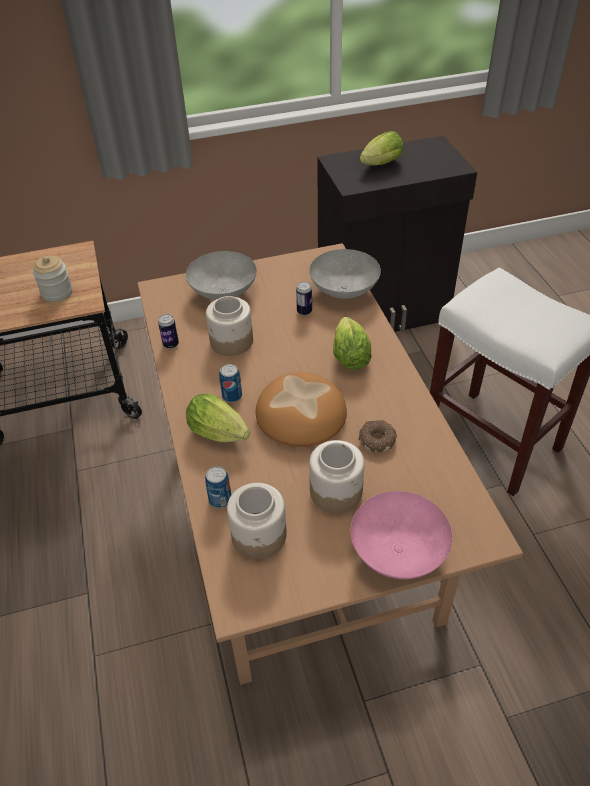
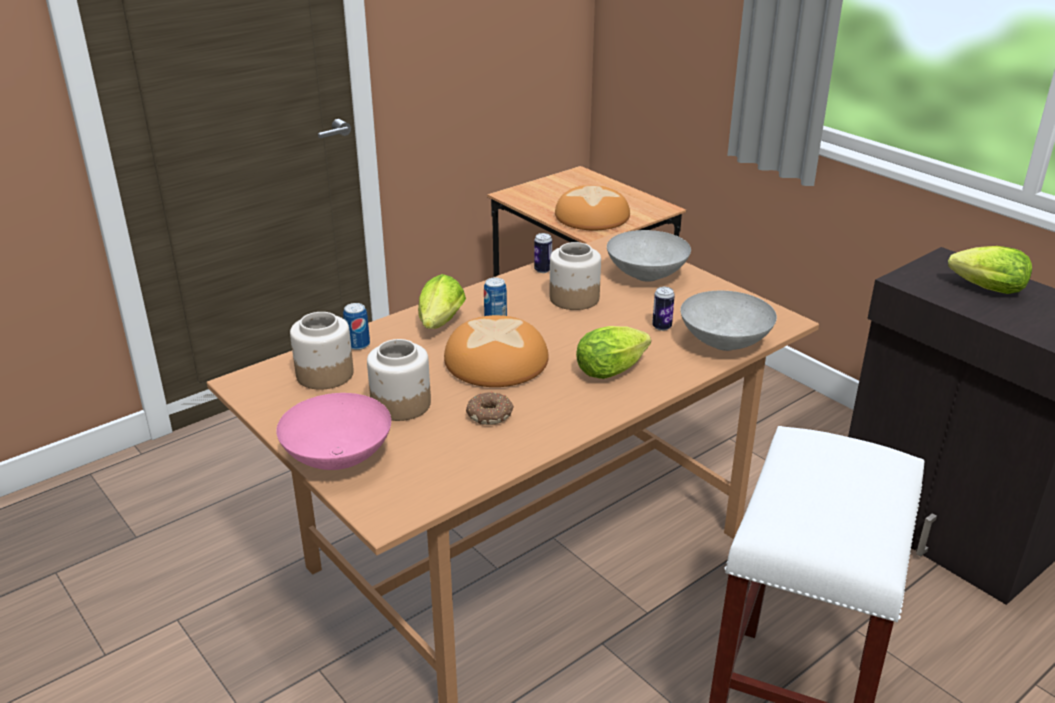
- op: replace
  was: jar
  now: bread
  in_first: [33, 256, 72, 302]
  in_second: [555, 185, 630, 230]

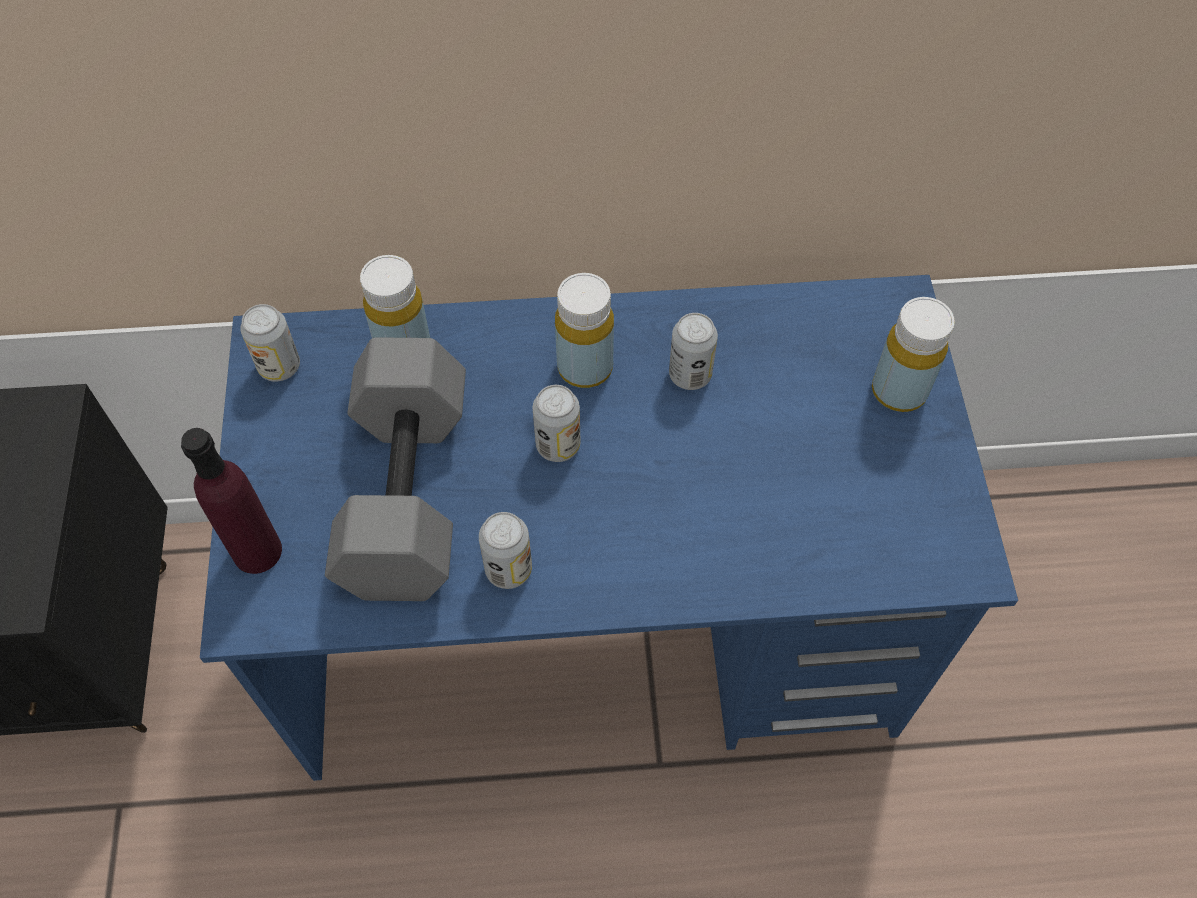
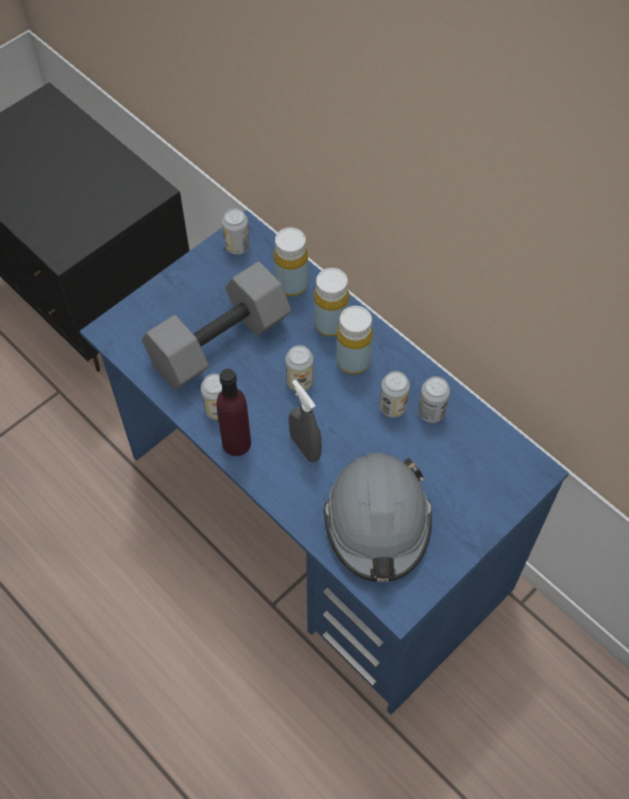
- op: move
  was: bottle (yellow)
  in_first: [872, 297, 954, 412]
  in_second: [314, 268, 349, 336]
- op: move
  was: bottle (purple)
  in_first: [181, 428, 282, 574]
  in_second: [216, 369, 251, 456]
- op: insert
  now: can
  in_second: [418, 376, 450, 423]
- op: insert
  now: spray bottle (grey)
  in_second: [288, 380, 322, 462]
- op: insert
  now: hard hat (grey)
  in_second: [324, 453, 432, 582]

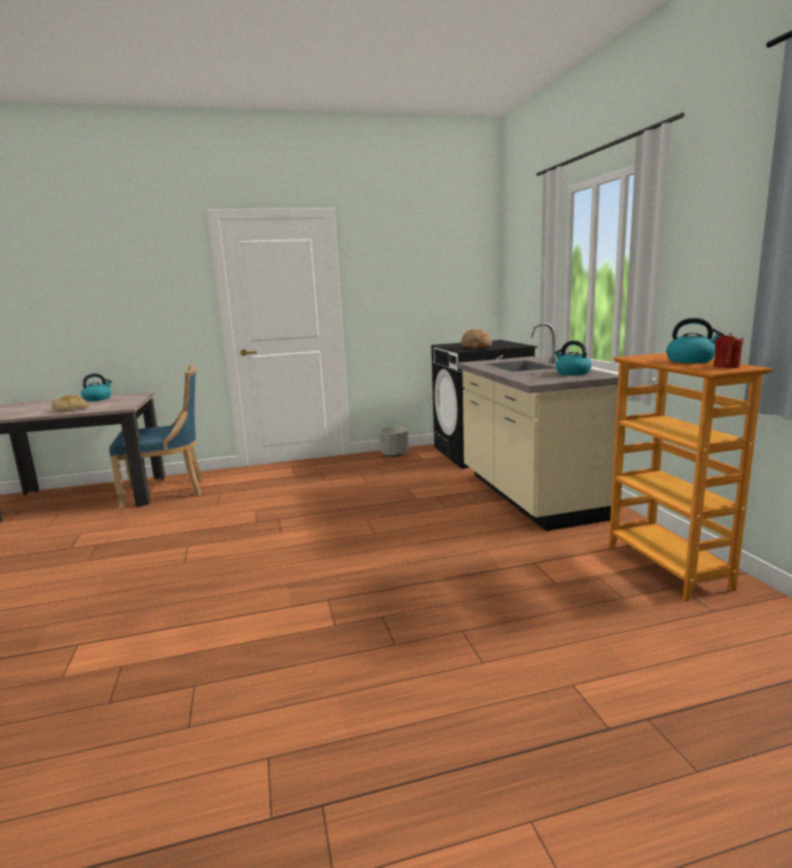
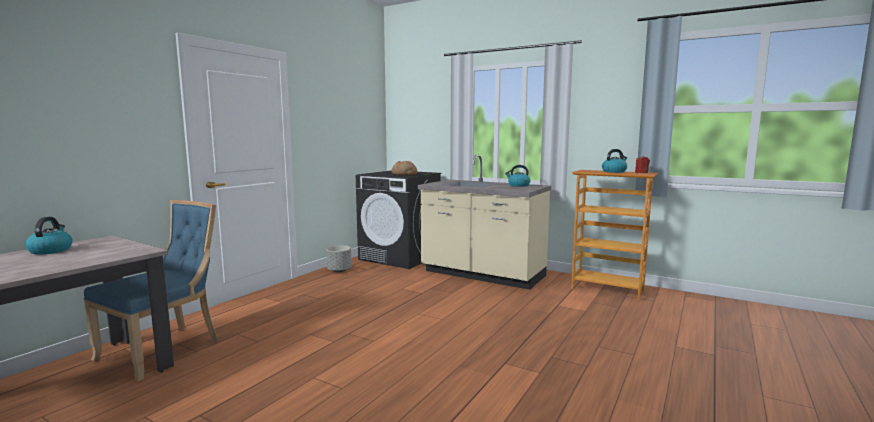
- op: delete
  was: bread
  in_first: [51, 395, 89, 412]

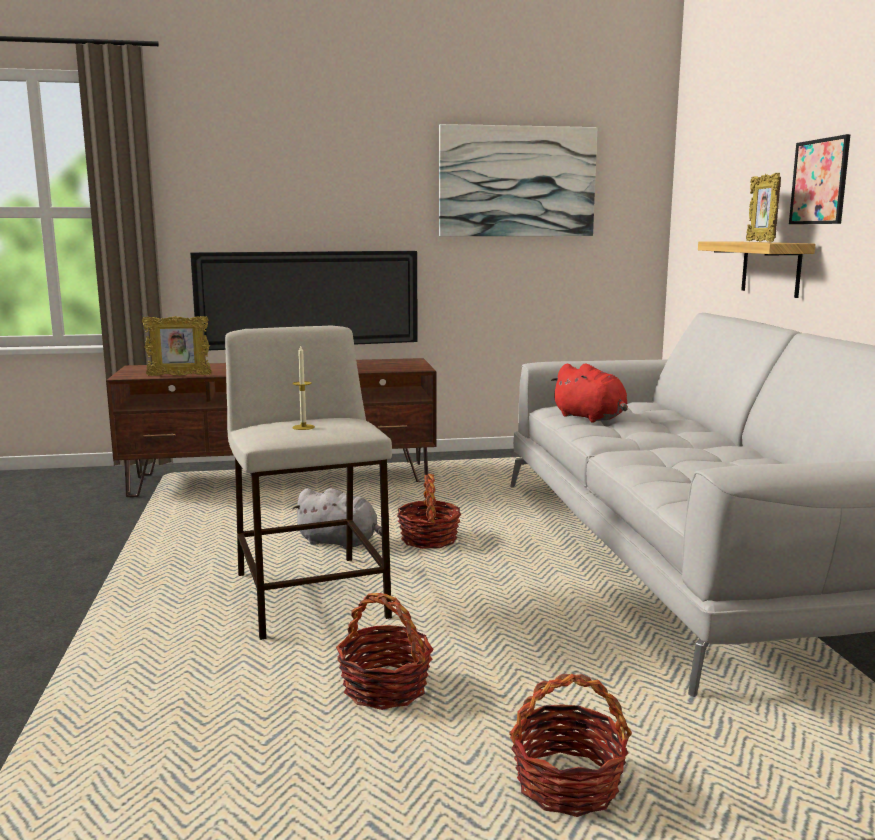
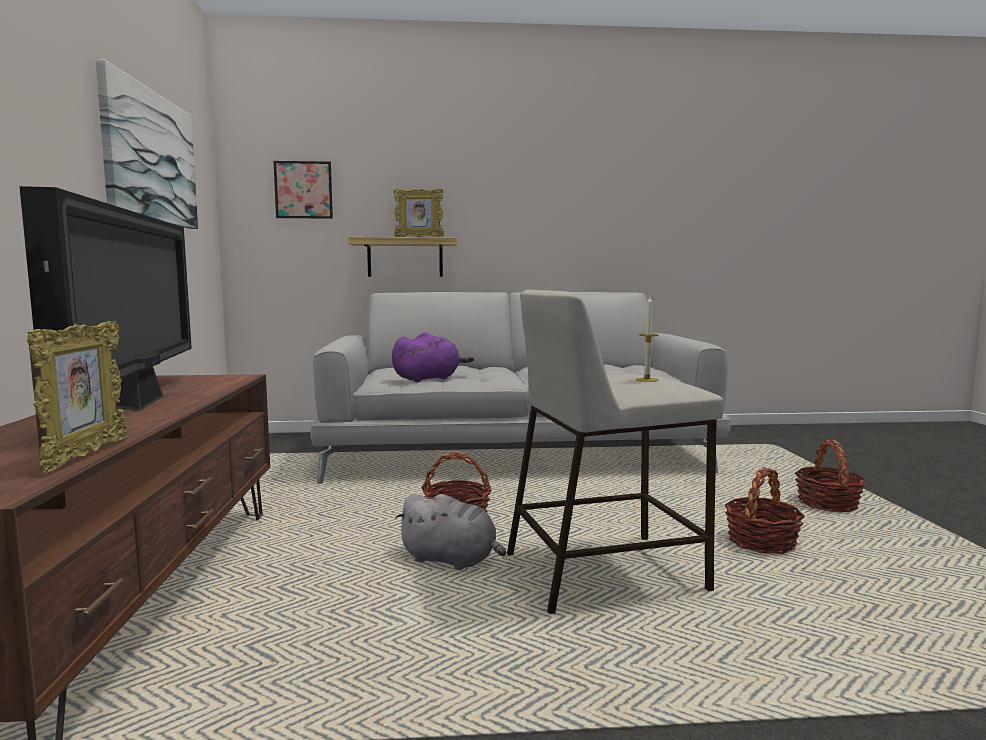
- op: move
  was: picture
  in_first: [789, 134, 851, 224]
  in_second: [274, 161, 333, 219]
- op: recolor
  was: plush toy (red)
  now: plush toy (purple)
  in_first: [550, 363, 628, 423]
  in_second: [392, 332, 474, 382]
- op: rotate
  was: plush toy (grey)
  in_first: [292, 488, 382, 549]
  in_second: [395, 493, 506, 570]
  clockwise: 90

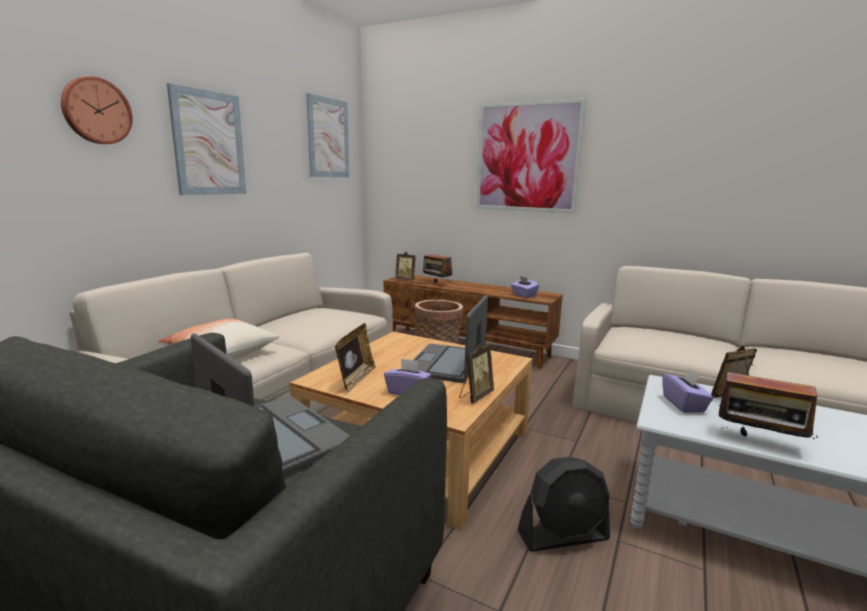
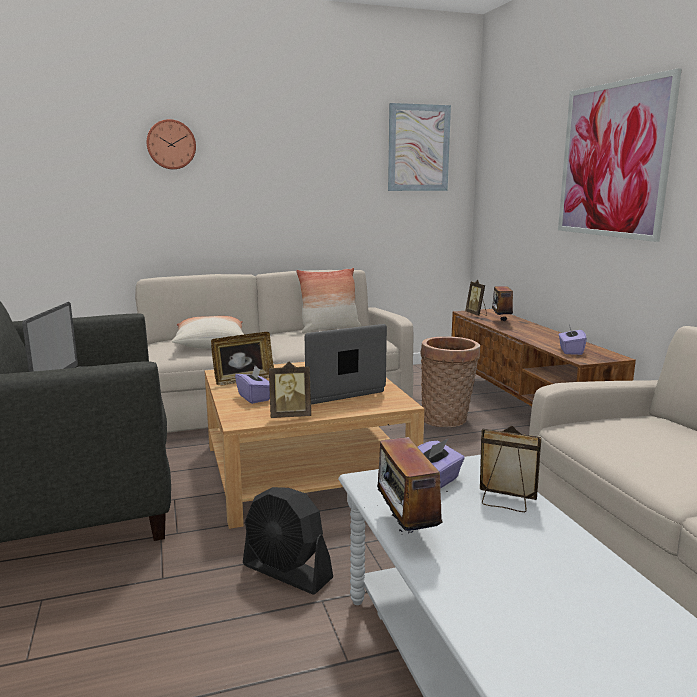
- op: delete
  was: picture
  in_first: [167, 83, 246, 195]
- op: insert
  now: pillow
  in_second: [296, 268, 361, 333]

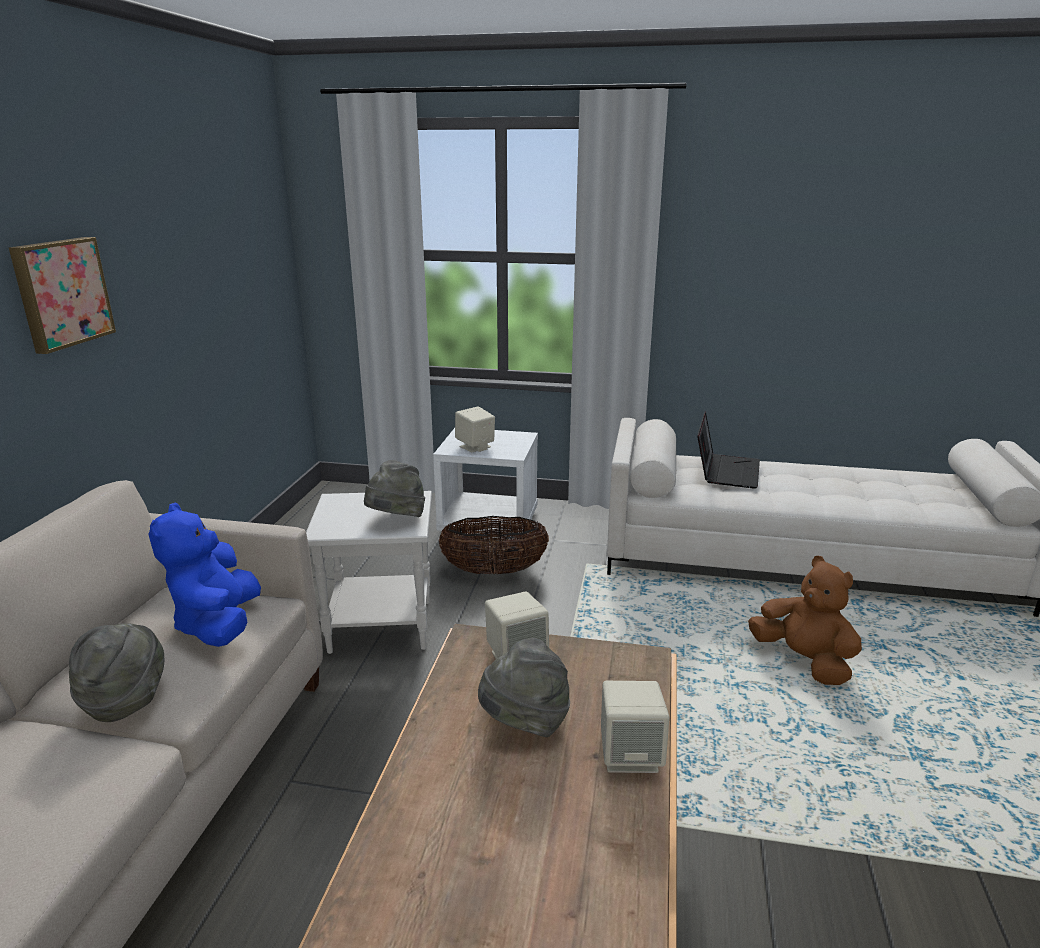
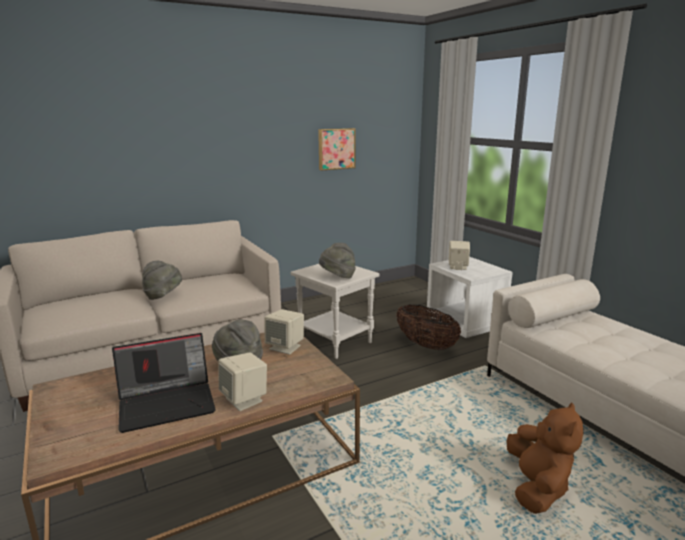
- op: move
  was: picture
  in_first: [9, 237, 116, 354]
  in_second: [318, 128, 356, 171]
- op: move
  was: laptop
  in_first: [697, 412, 760, 489]
  in_second: [112, 333, 216, 433]
- op: delete
  was: plush toy (blue)
  in_first: [149, 502, 261, 647]

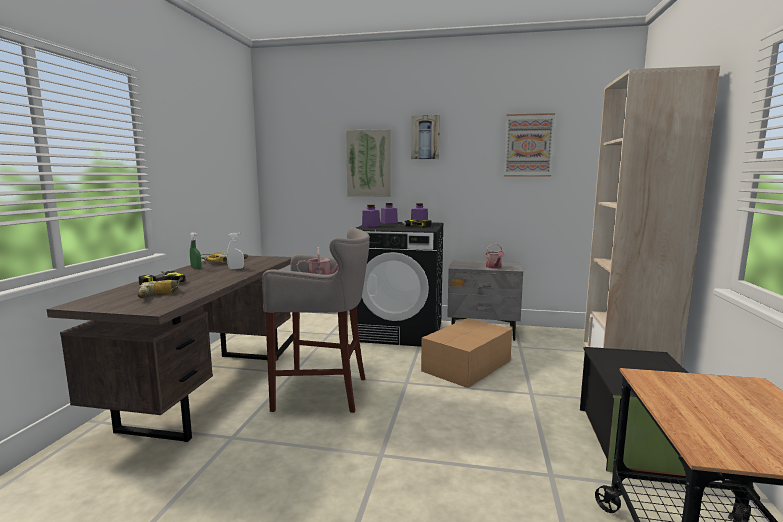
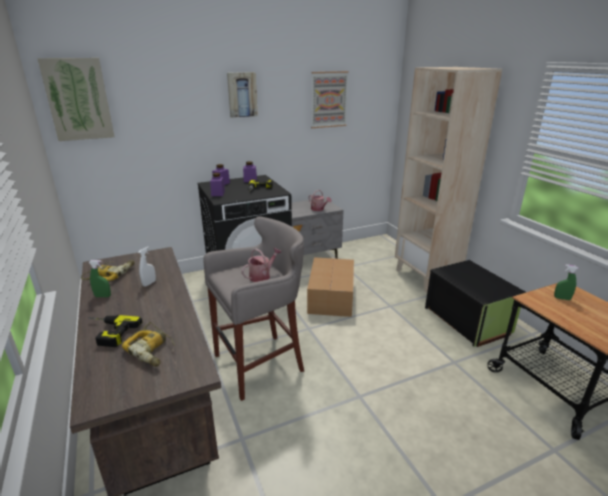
- op: move
  was: picture
  in_first: [346, 129, 391, 197]
  in_second: [37, 58, 115, 141]
- op: insert
  now: spray bottle (green)
  in_second: [554, 264, 579, 300]

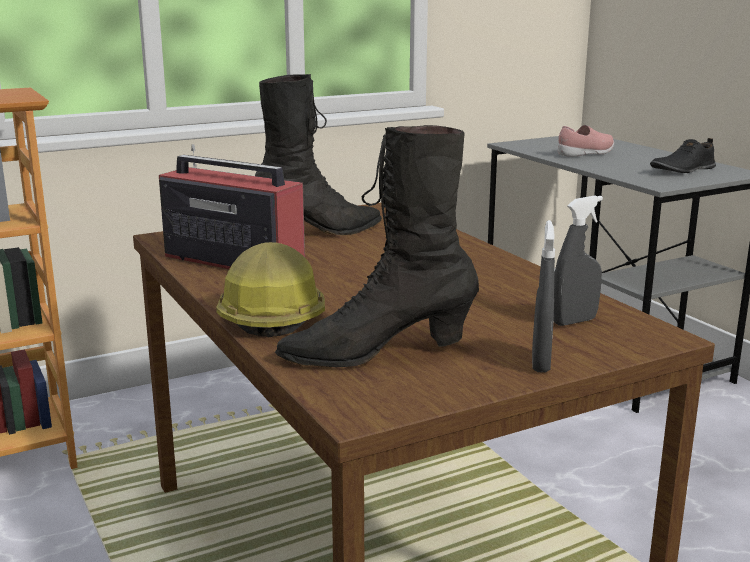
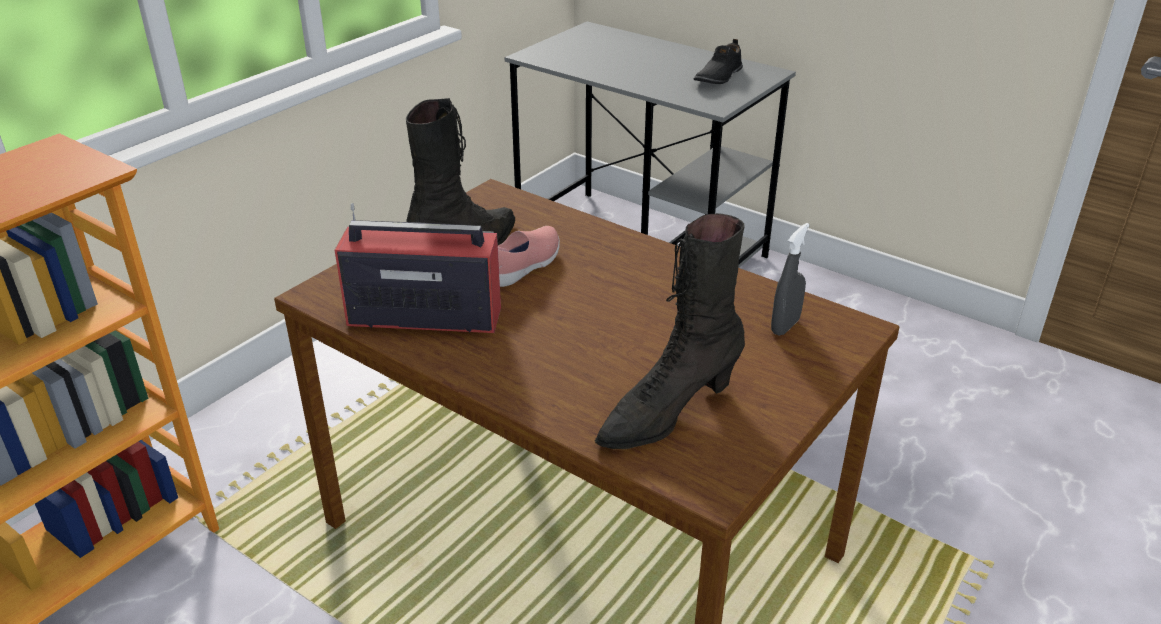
- op: move
  was: shoe (pink)
  in_first: [558, 125, 614, 157]
  in_second: [498, 226, 560, 287]
- op: delete
  was: spray bottle (grey)
  in_first: [532, 220, 555, 373]
- op: delete
  was: hard hat
  in_first: [216, 242, 325, 337]

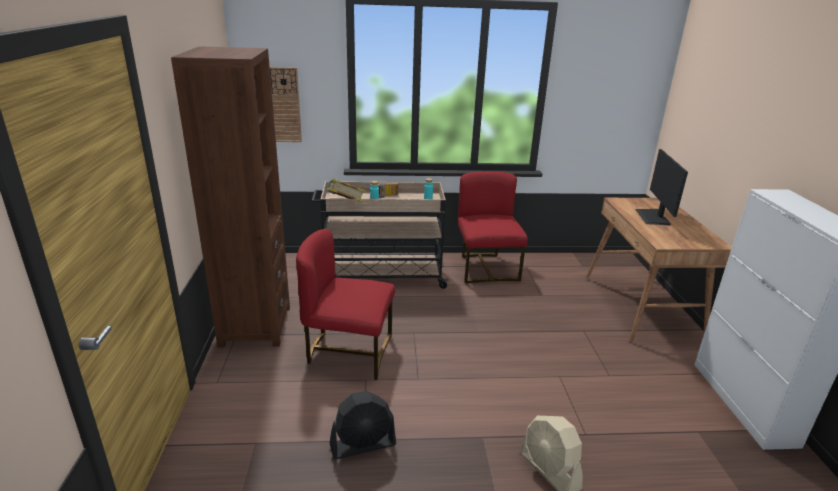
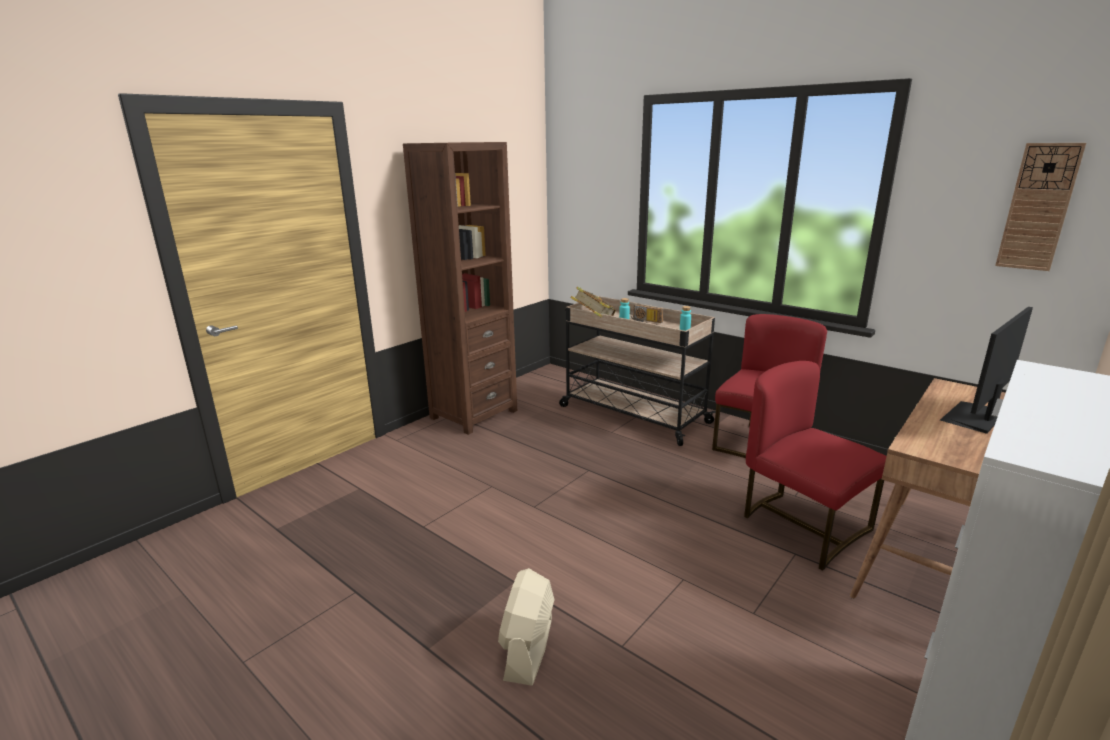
- op: move
  was: wall clock
  in_first: [270, 67, 302, 142]
  in_second: [995, 143, 1086, 271]
- op: move
  was: chair (red)
  in_first: [296, 229, 395, 380]
  in_second: [744, 361, 886, 571]
- op: delete
  was: fan (black)
  in_first: [330, 391, 396, 459]

